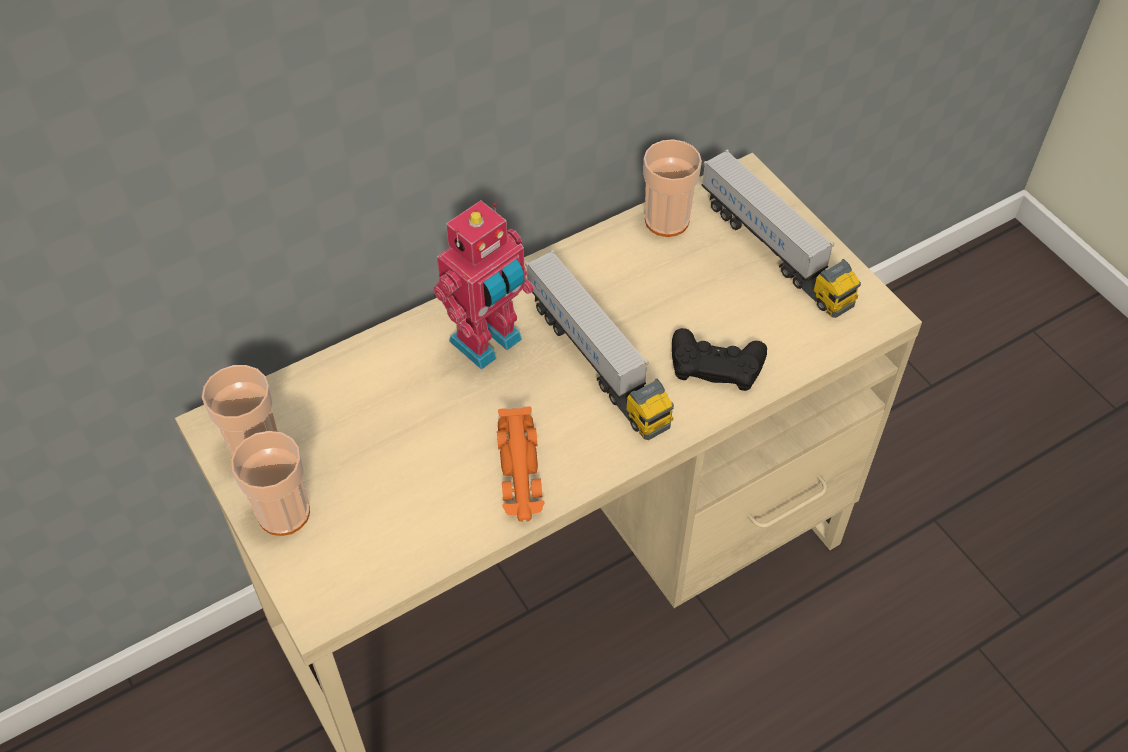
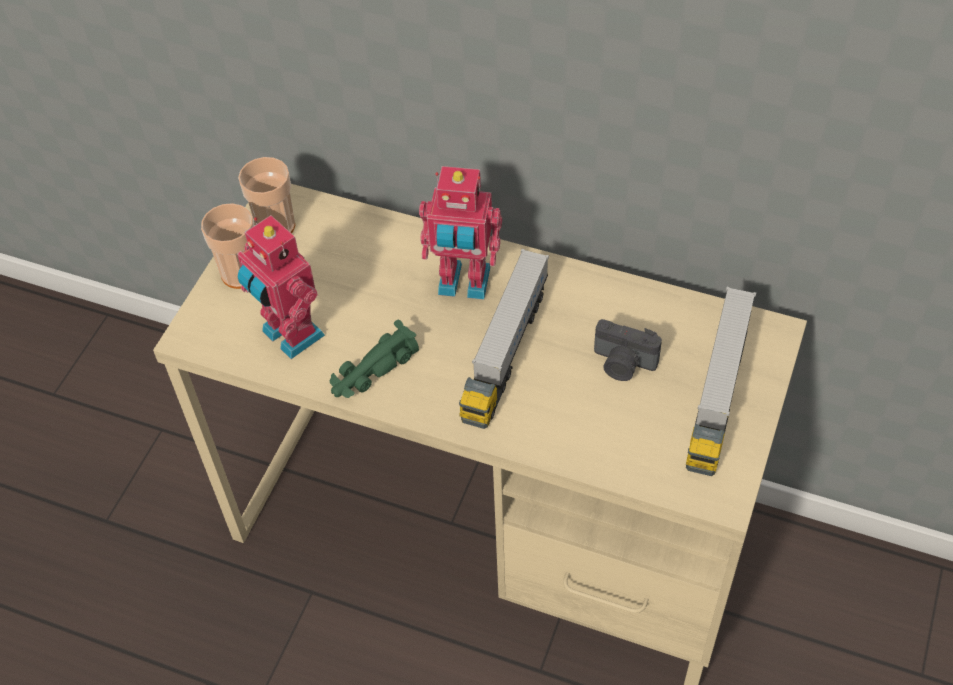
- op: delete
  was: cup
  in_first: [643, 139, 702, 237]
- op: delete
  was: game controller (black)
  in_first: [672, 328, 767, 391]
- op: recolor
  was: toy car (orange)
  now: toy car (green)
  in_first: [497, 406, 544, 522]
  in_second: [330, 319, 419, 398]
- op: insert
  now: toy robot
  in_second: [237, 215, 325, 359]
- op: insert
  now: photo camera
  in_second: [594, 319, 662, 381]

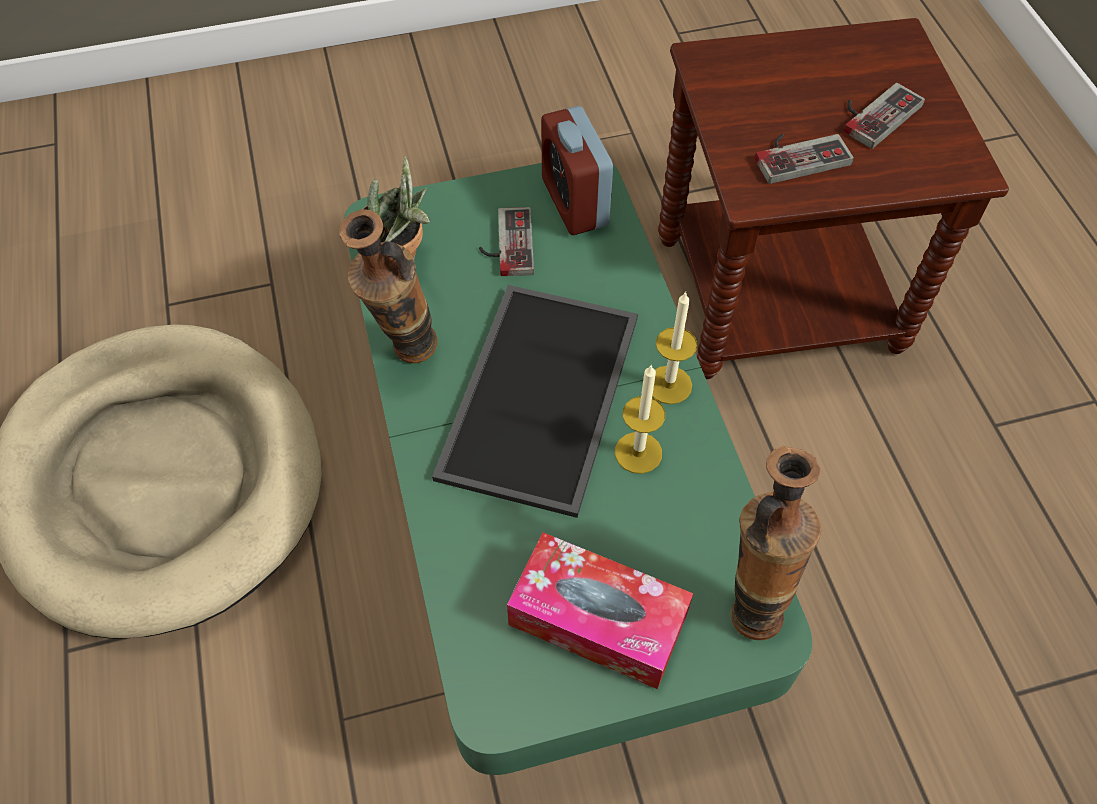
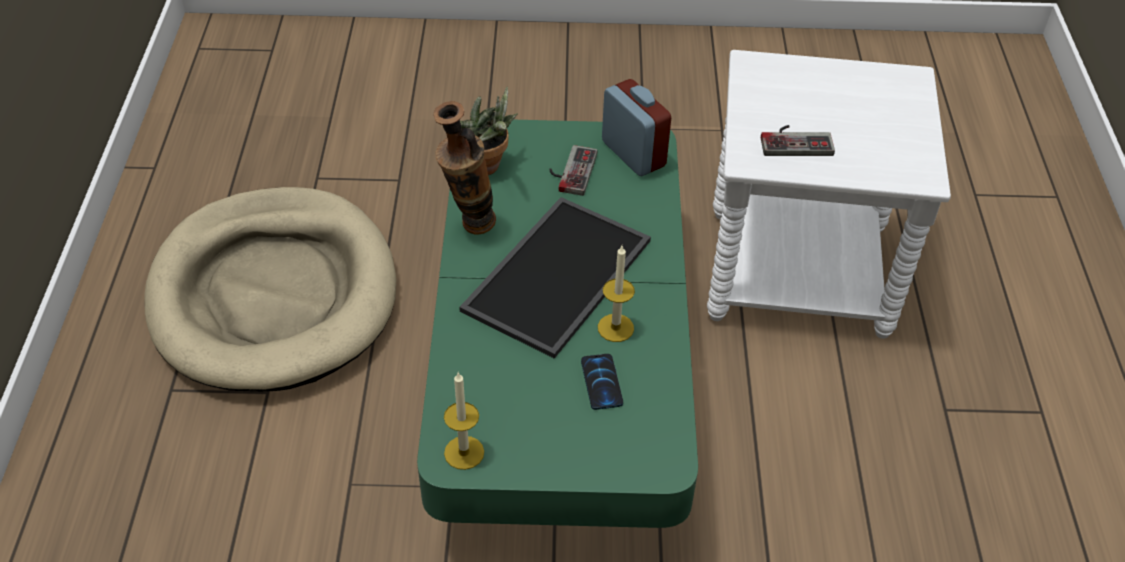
- op: recolor
  was: side table (brown)
  now: side table (white)
  in_first: [658, 18, 1009, 379]
  in_second: [707, 50, 951, 339]
- op: delete
  was: game controller
  in_first: [844, 83, 925, 149]
- op: rotate
  was: alarm clock
  in_first: [541, 106, 613, 235]
  in_second: [602, 79, 671, 176]
  clockwise: 150
- op: move
  was: candle
  in_first: [652, 292, 697, 404]
  in_second: [444, 372, 484, 470]
- op: delete
  was: vase
  in_first: [731, 446, 821, 640]
- op: delete
  was: tissue box
  in_first: [507, 532, 693, 689]
- op: insert
  now: phone
  in_second: [581, 354, 623, 410]

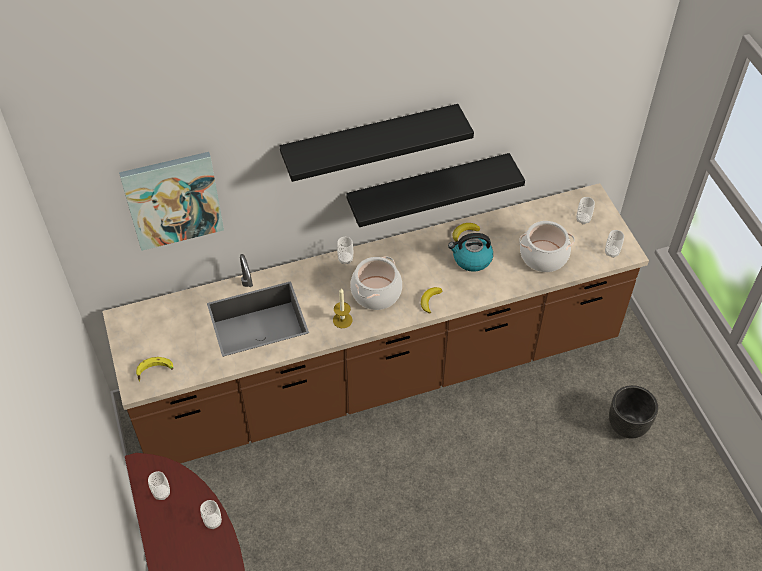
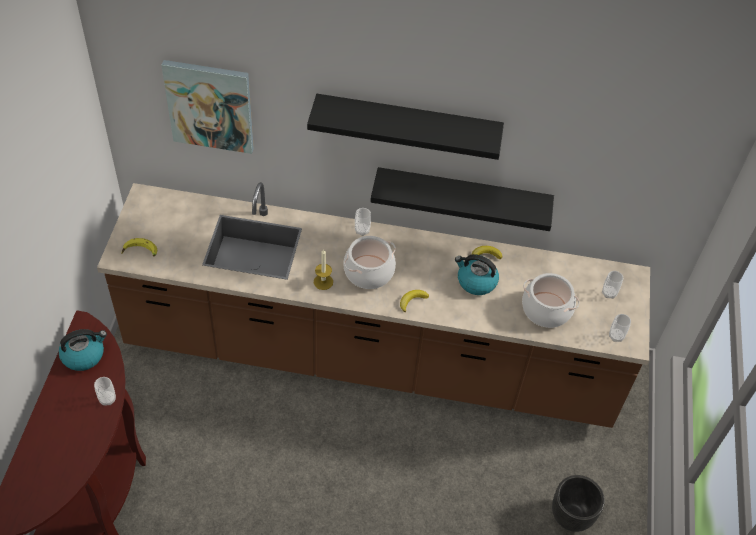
- op: replace
  was: cup
  now: kettle
  in_first: [148, 471, 170, 500]
  in_second: [59, 329, 107, 371]

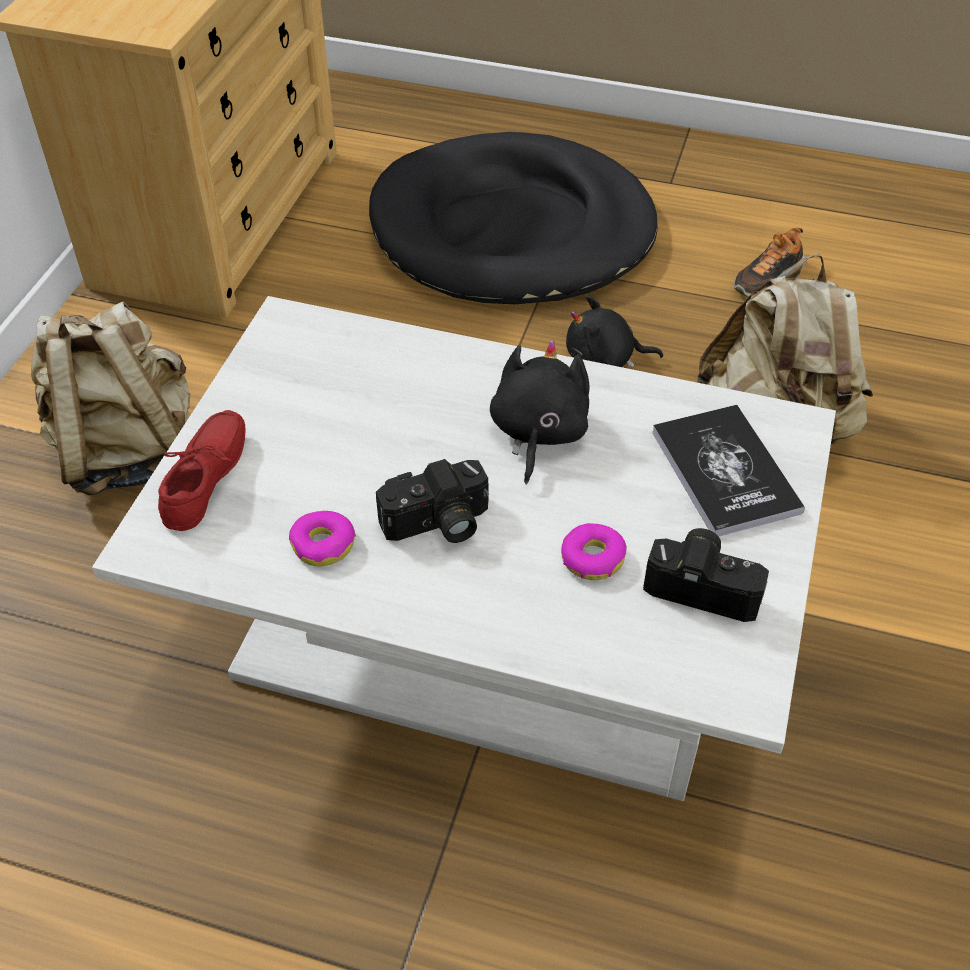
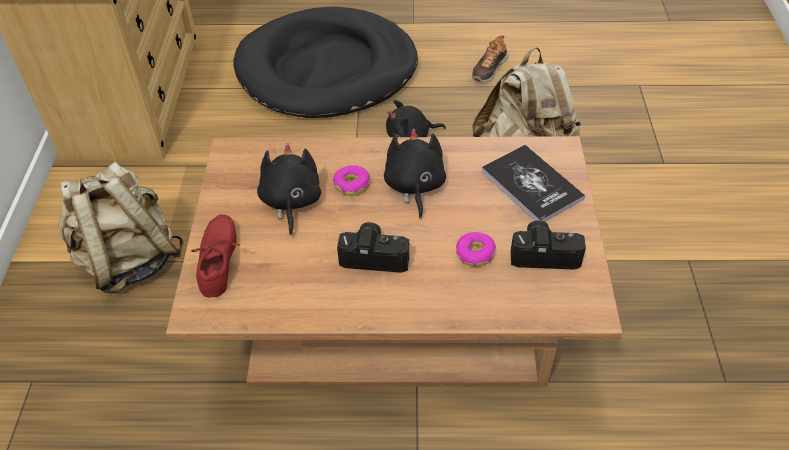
- op: recolor
  was: coffee table (white)
  now: coffee table (brown)
  in_first: [92, 296, 836, 801]
  in_second: [166, 136, 622, 387]
- op: rotate
  was: photo camera
  in_first: [376, 459, 489, 543]
  in_second: [337, 222, 410, 273]
  clockwise: -135
- op: move
  was: donut
  in_first: [289, 511, 356, 566]
  in_second: [333, 165, 370, 196]
- op: insert
  now: plush toy (black)
  in_second: [257, 143, 321, 235]

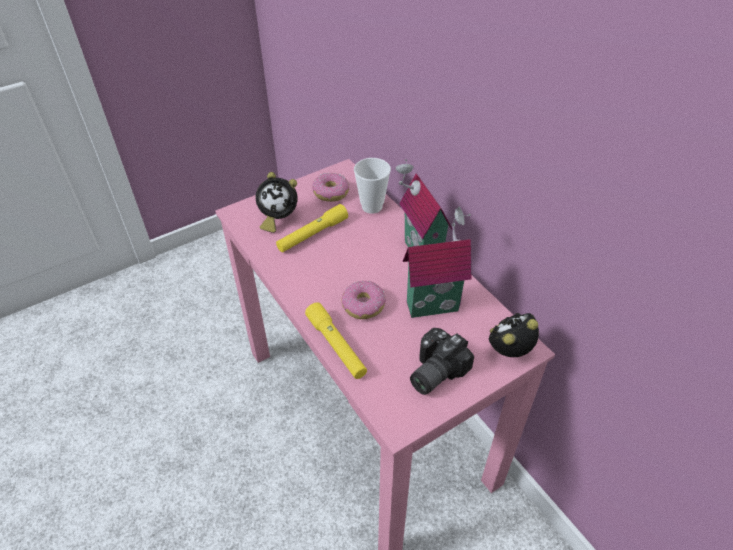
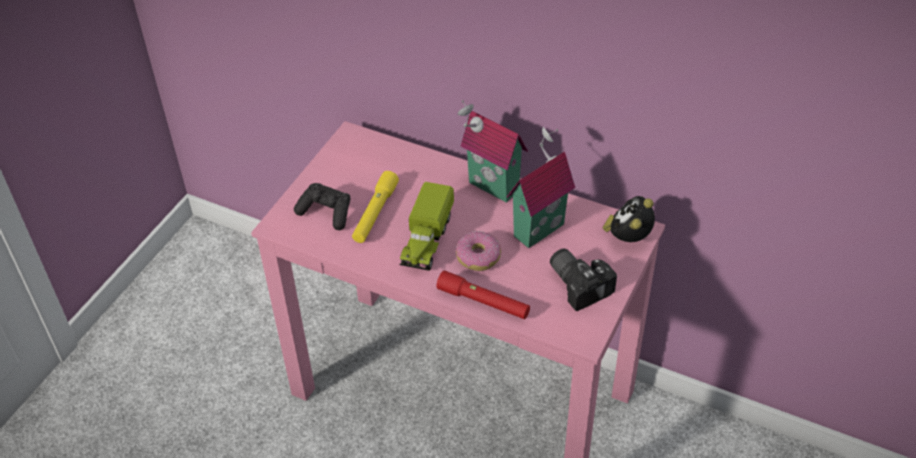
- op: delete
  was: cup
  in_first: [354, 158, 391, 214]
- op: replace
  was: alarm clock
  now: game controller (black)
  in_first: [256, 172, 298, 233]
  in_second: [294, 183, 351, 230]
- op: delete
  was: donut
  in_first: [312, 173, 349, 202]
- op: recolor
  was: flashlight (yellow)
  now: flashlight (red)
  in_first: [305, 302, 367, 379]
  in_second: [436, 270, 530, 319]
- op: rotate
  was: photo camera
  in_first: [410, 328, 474, 395]
  in_second: [550, 249, 617, 311]
  clockwise: 135
- op: insert
  now: toy truck
  in_second: [400, 182, 454, 271]

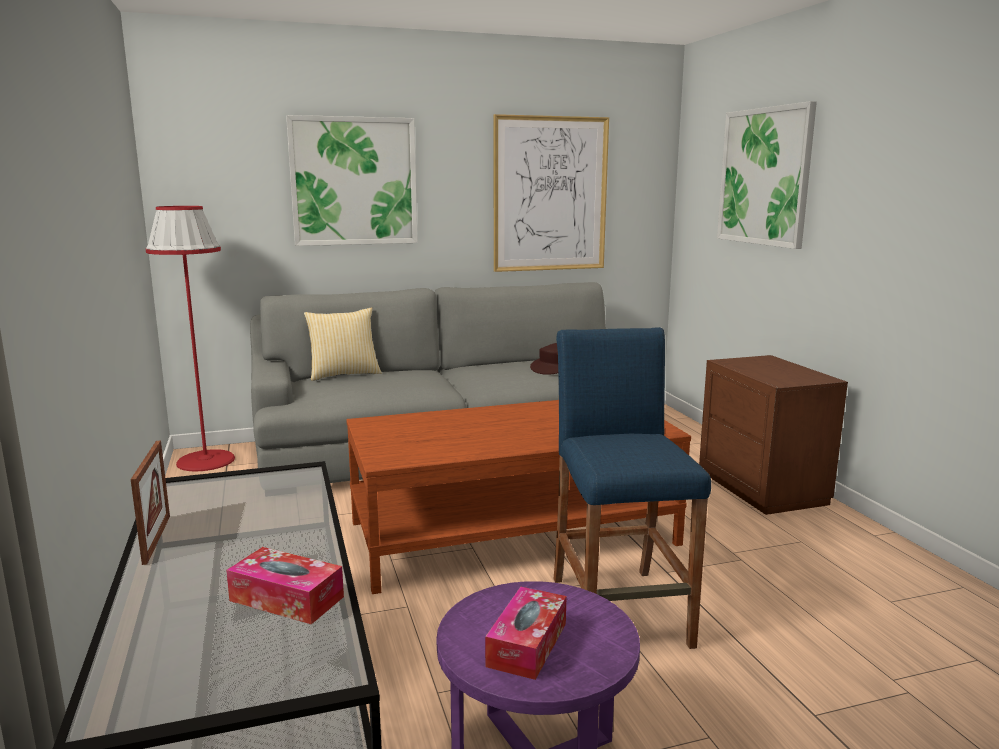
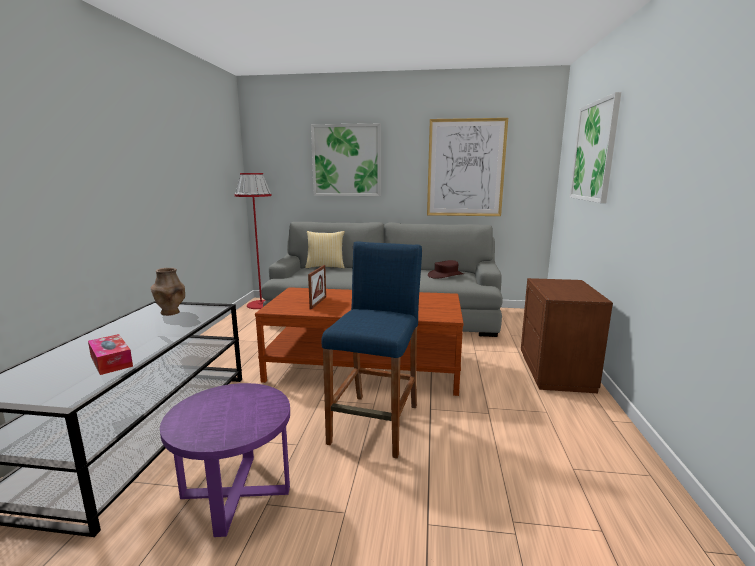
- op: move
  was: picture frame
  in_first: [131, 441, 170, 565]
  in_second: [308, 265, 326, 310]
- op: delete
  was: tissue box
  in_first: [485, 587, 567, 680]
- op: insert
  now: vase (brown)
  in_second: [151, 268, 185, 316]

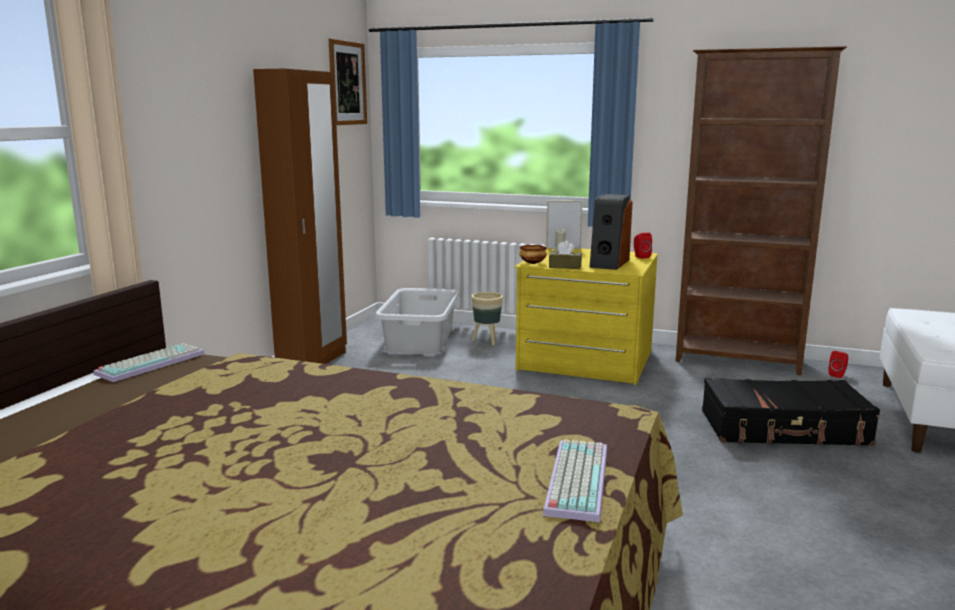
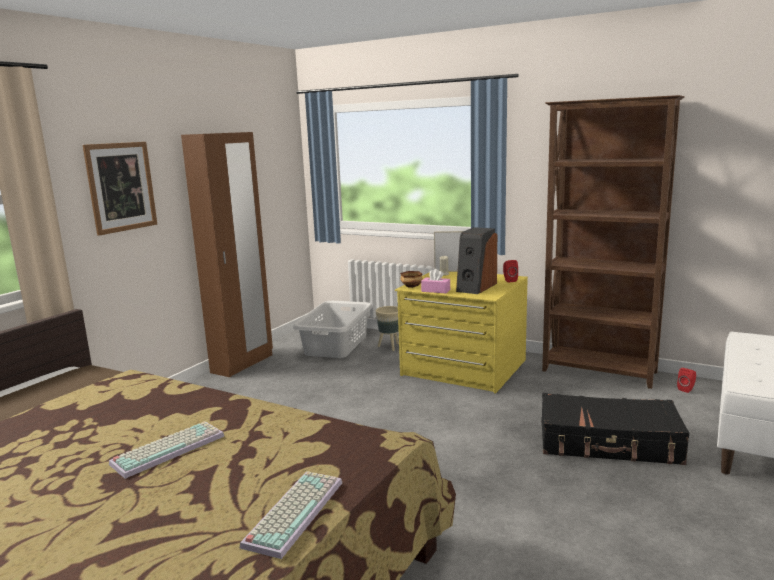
- op: move
  was: picture
  in_first: [329, 39, 367, 125]
  in_second: [83, 142, 157, 236]
- op: recolor
  was: tissue box (brown)
  now: tissue box (pink)
  in_first: [549, 240, 582, 269]
  in_second: [421, 269, 450, 293]
- op: move
  was: keyboard
  in_first: [93, 343, 205, 382]
  in_second: [109, 422, 224, 479]

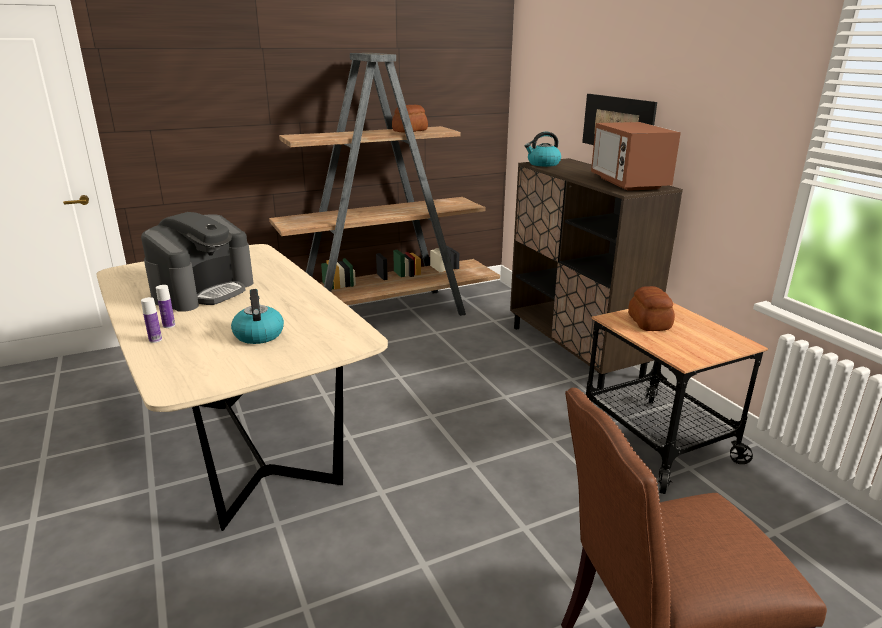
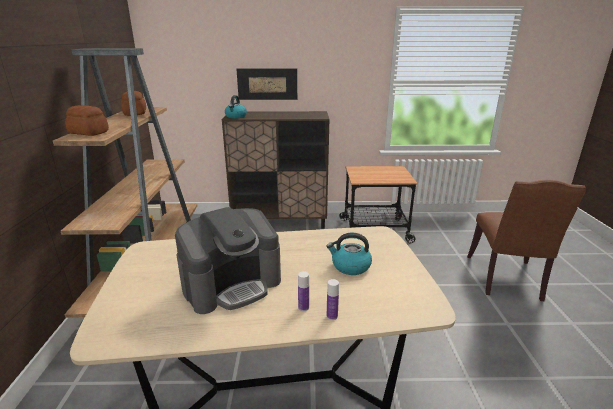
- op: delete
  was: microwave
  in_first: [591, 122, 681, 191]
- op: rotate
  was: coffee machine
  in_first: [141, 212, 253, 312]
  in_second: [175, 207, 281, 314]
  clockwise: 90
- op: move
  was: bread
  in_first: [628, 286, 675, 331]
  in_second: [65, 105, 109, 136]

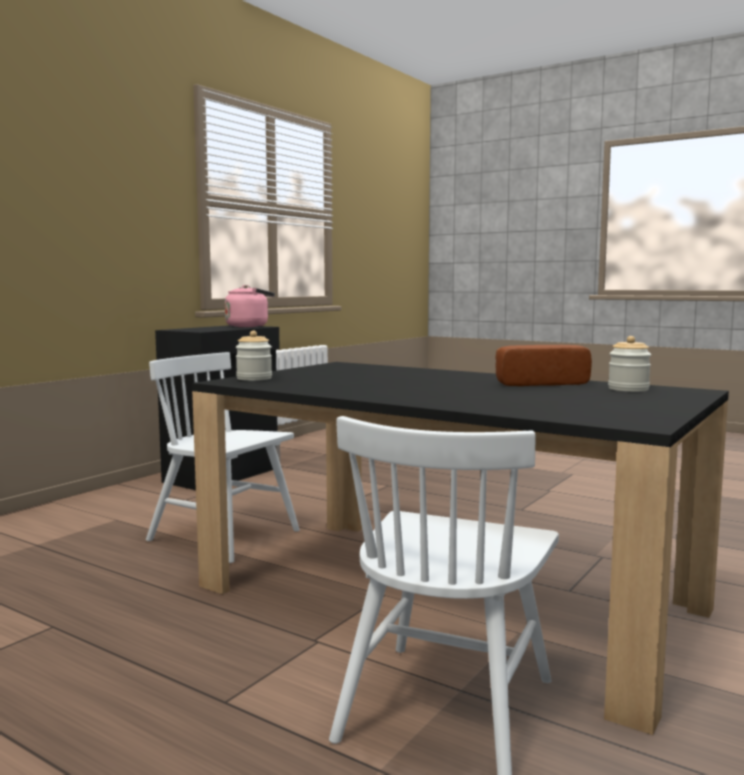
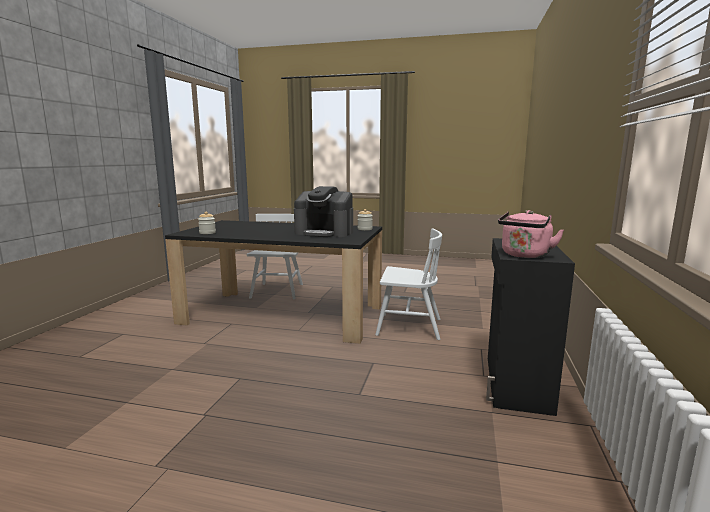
- op: delete
  was: bread
  in_first: [496, 345, 592, 386]
- op: insert
  now: coffee machine
  in_second: [294, 186, 353, 237]

